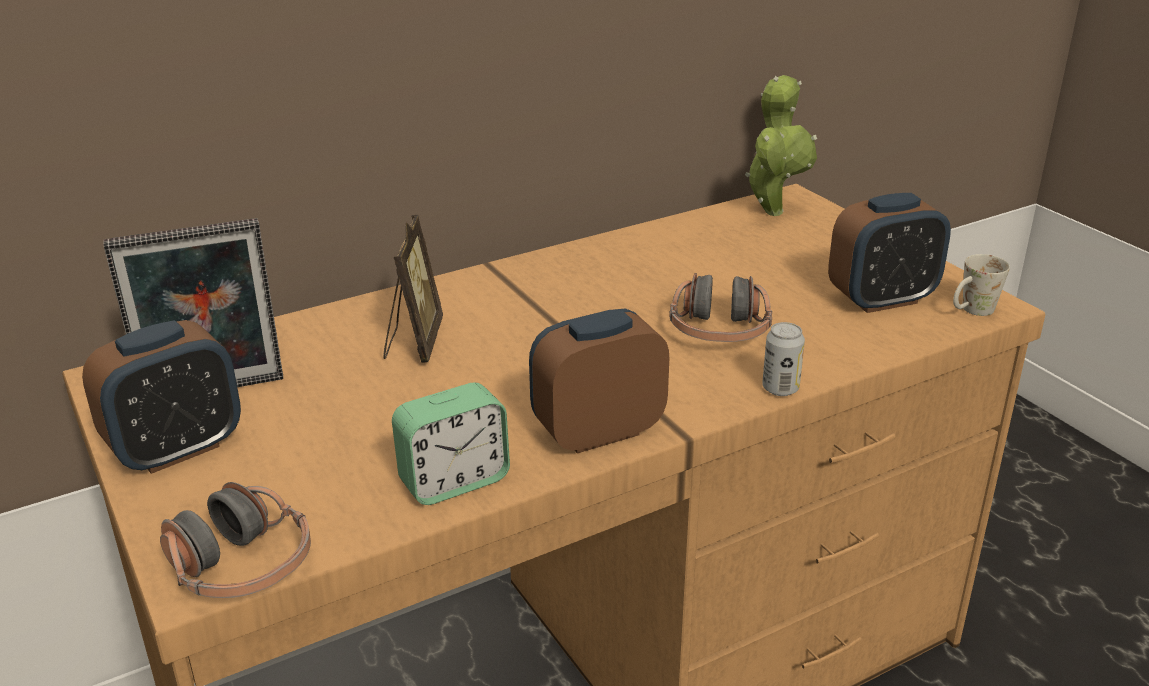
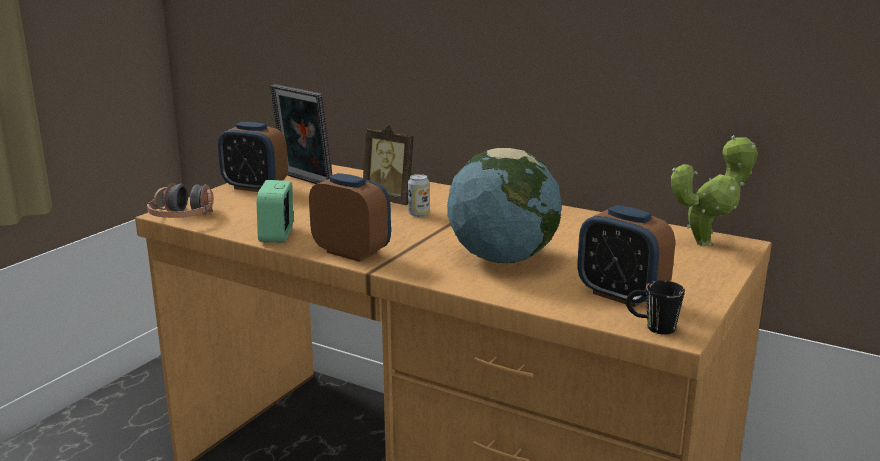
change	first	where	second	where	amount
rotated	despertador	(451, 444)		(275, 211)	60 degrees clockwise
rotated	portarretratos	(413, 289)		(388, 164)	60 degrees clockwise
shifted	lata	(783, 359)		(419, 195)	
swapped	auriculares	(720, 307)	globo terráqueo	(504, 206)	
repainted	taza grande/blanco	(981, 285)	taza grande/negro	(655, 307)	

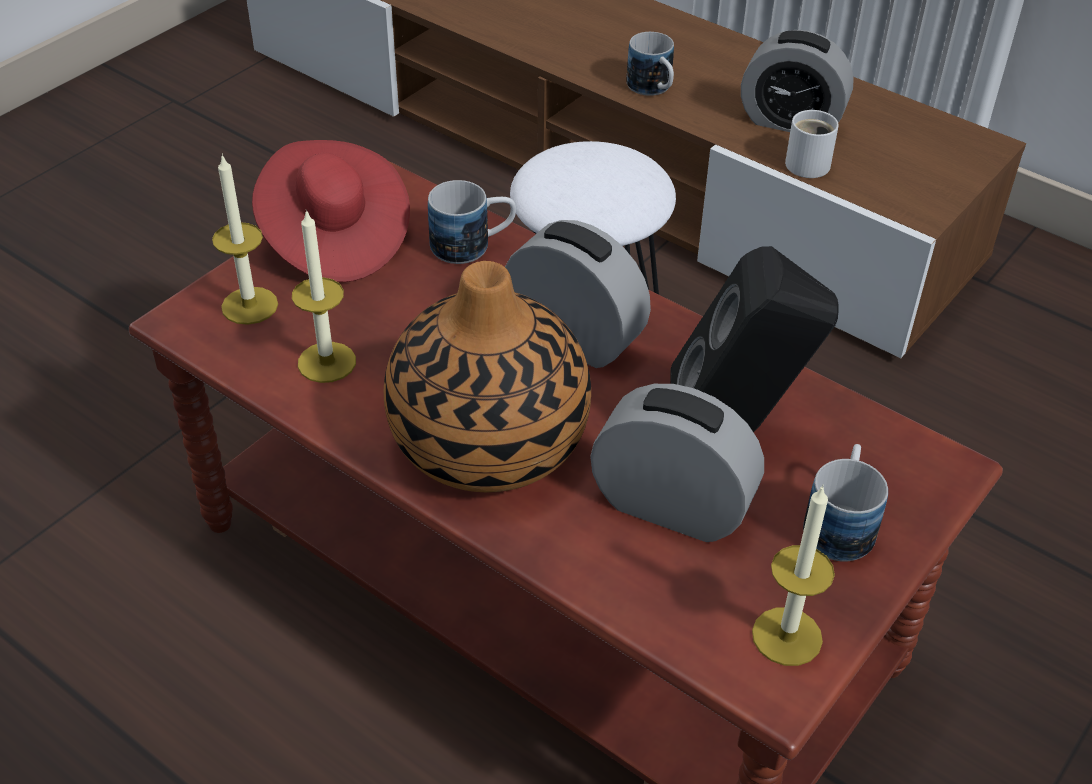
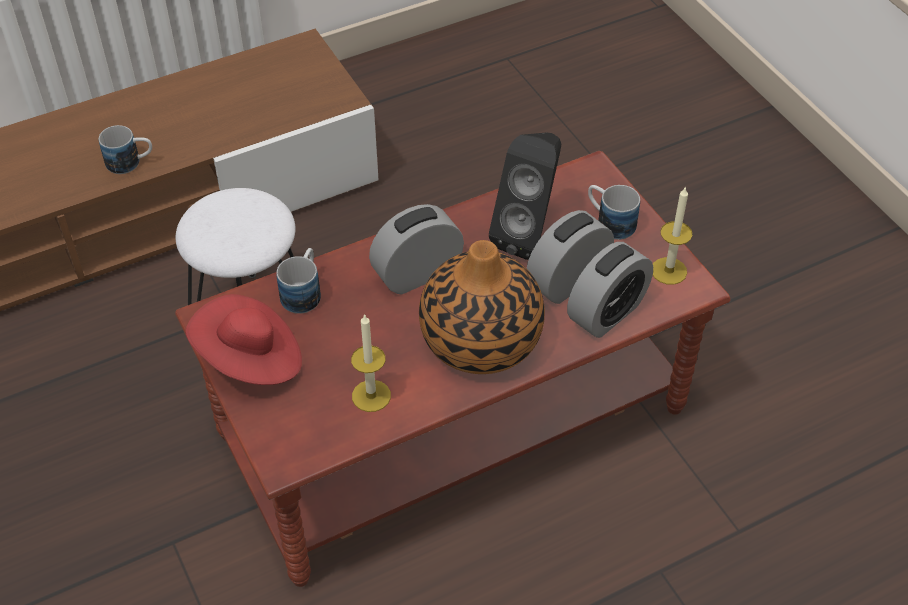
change	first	where	second	where	amount
shifted	despertador	(797, 81)		(610, 290)	
gone	vela	(245, 239)			
gone	taza grande/blanco	(812, 144)			

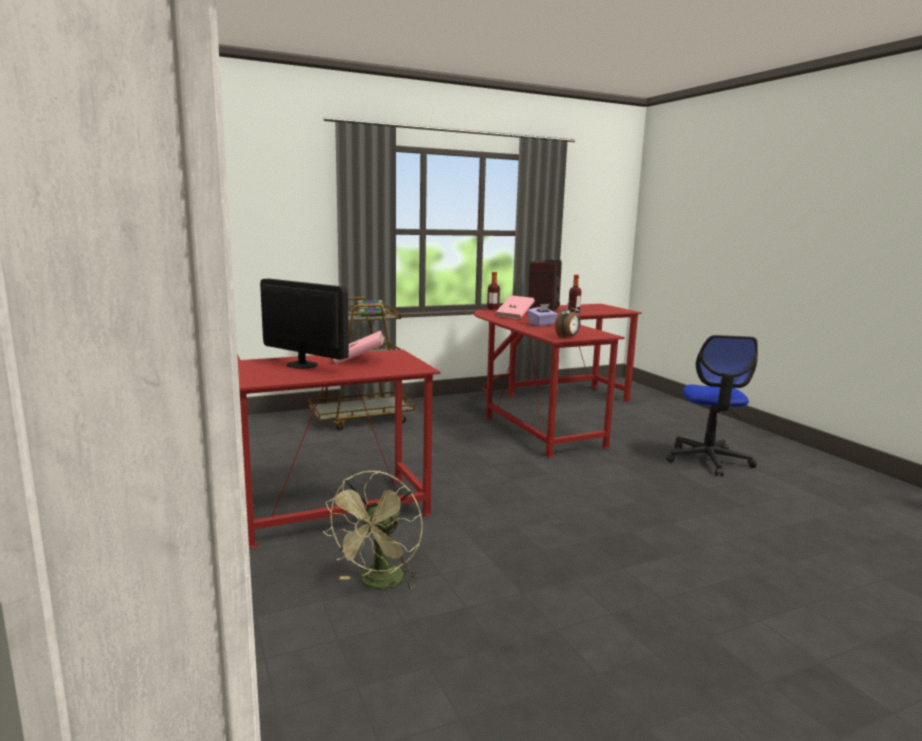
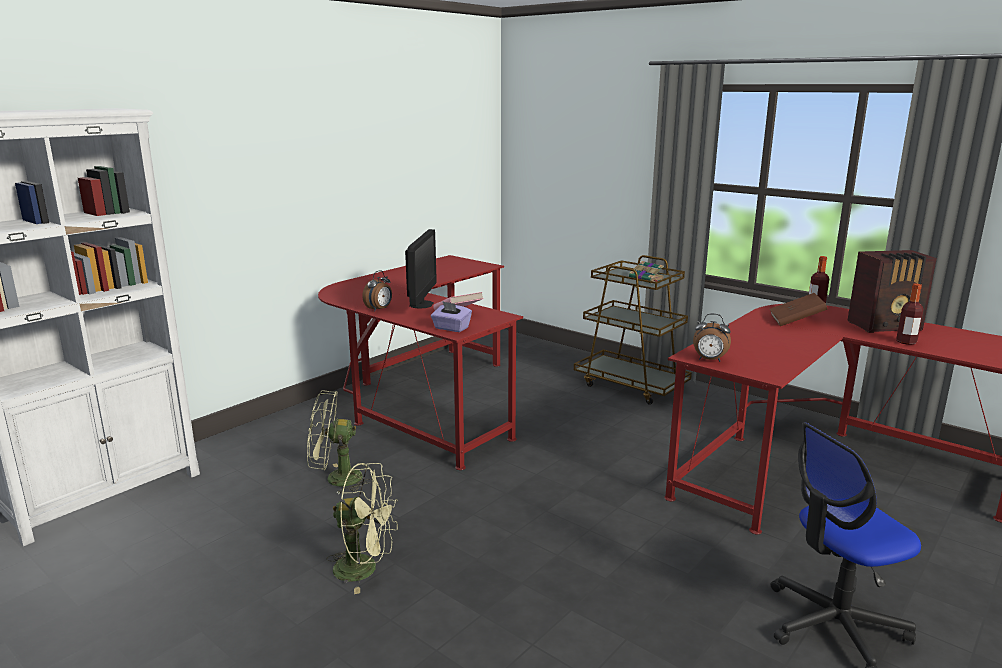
change	first	where	second	where	amount
new			ventilador/verde	(362, 528)	
new			despertador	(377, 291)	
shifted	caja de pañuelos/morado	(542, 315)		(451, 316)	
repainted	libro/rosa	(515, 307)	libro/marrón	(798, 309)	

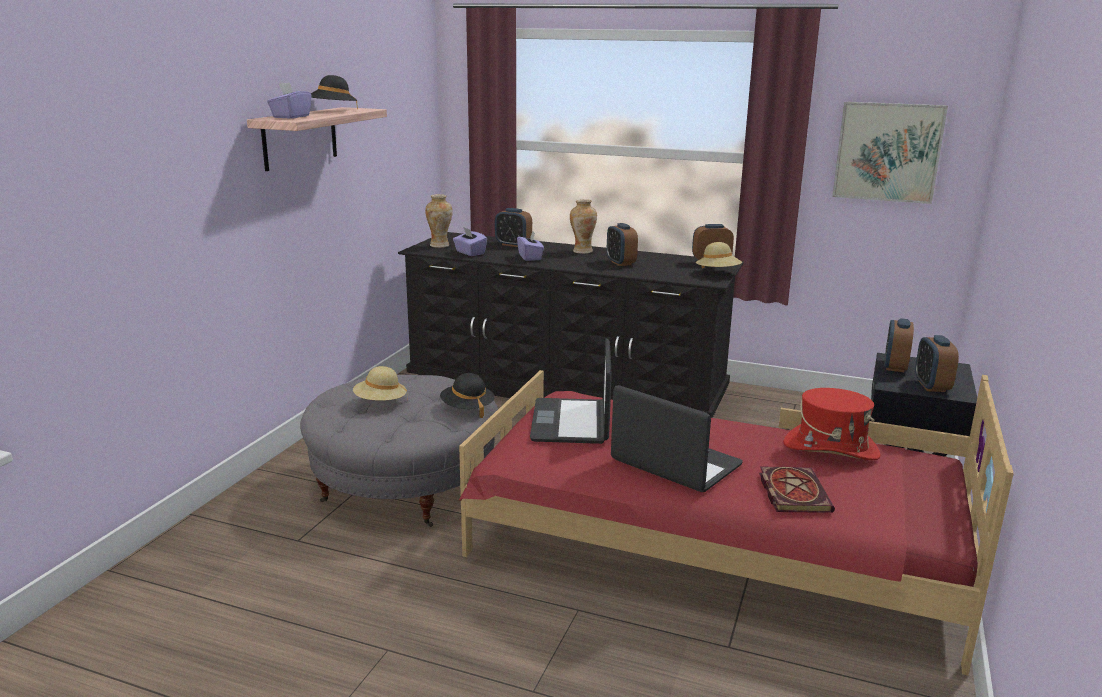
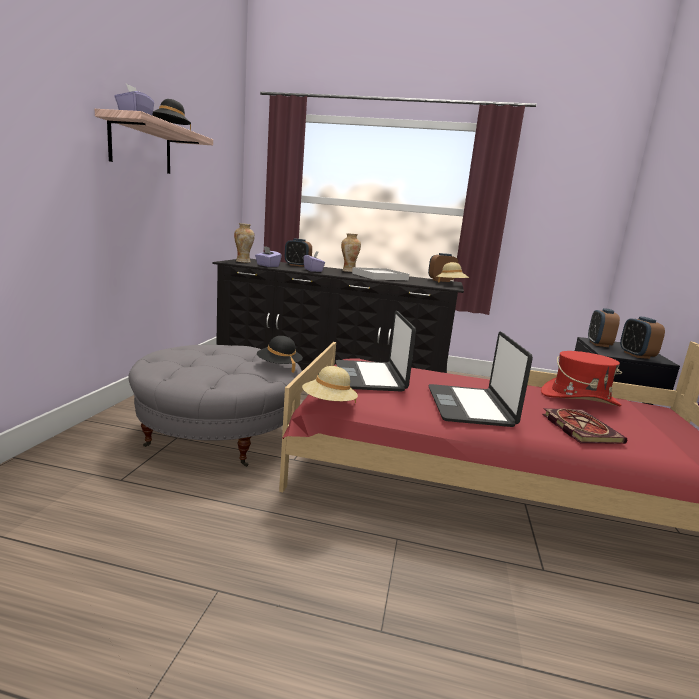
change	first	where	second	where	amount
shifted	sombrero/beis	(380, 383)		(330, 384)	
swapped	despertador	(622, 244)	bandeja/blanco	(380, 273)	
rotated	portátil	(677, 438)		(480, 379)	120 degrees counterclockwise
gone	cuadro	(890, 153)			

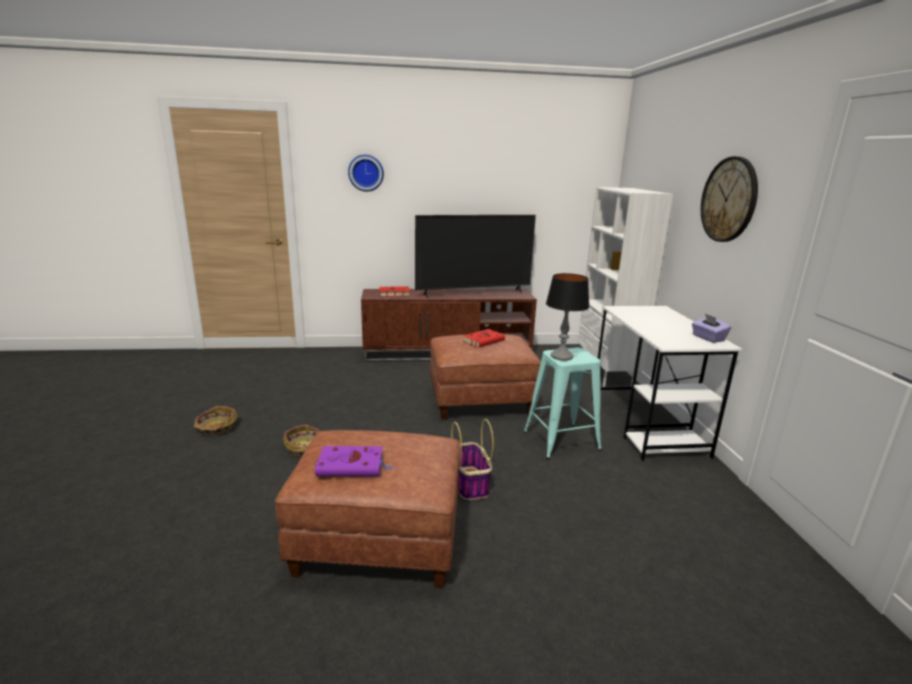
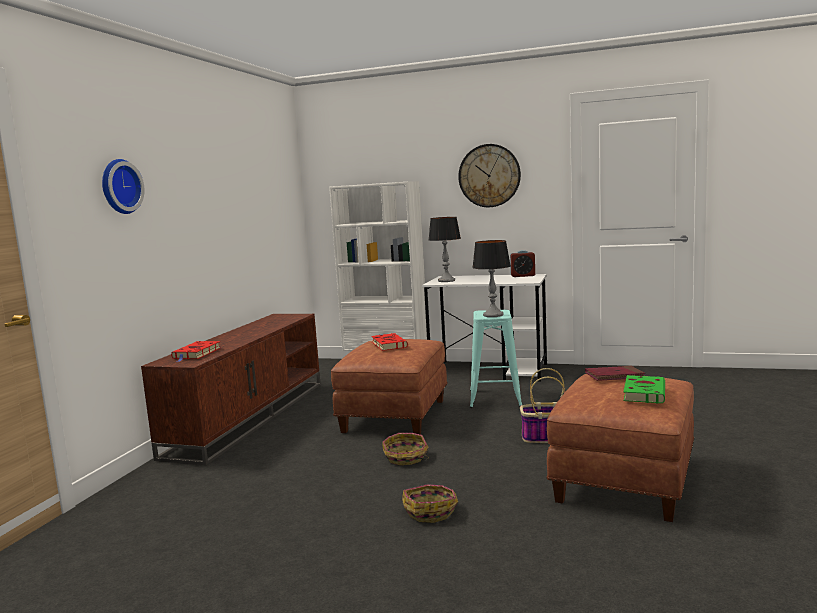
change	first	where	second	where	amount
shifted	cesta	(216, 421)		(405, 449)	
new			lámpara de mesa	(445, 249)	
swapped	caja de pañuelos/morado	(711, 328)	despertador	(522, 263)	
new			libro/rojo	(615, 373)	
repainted	libro/morado	(354, 461)	libro/verde	(644, 389)	
gone	televisor	(475, 256)			

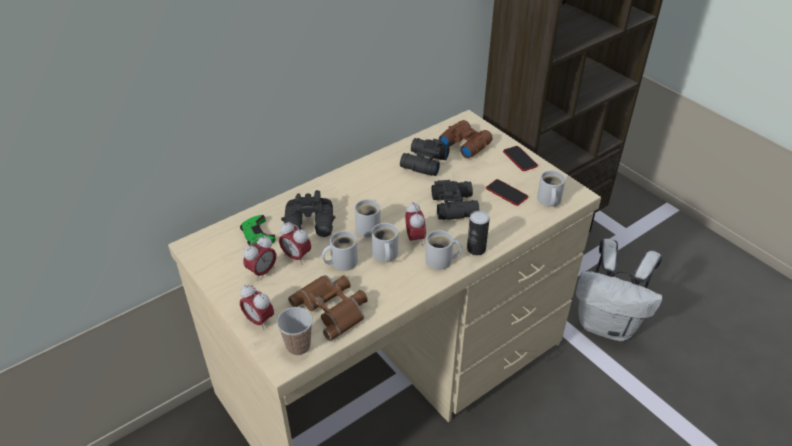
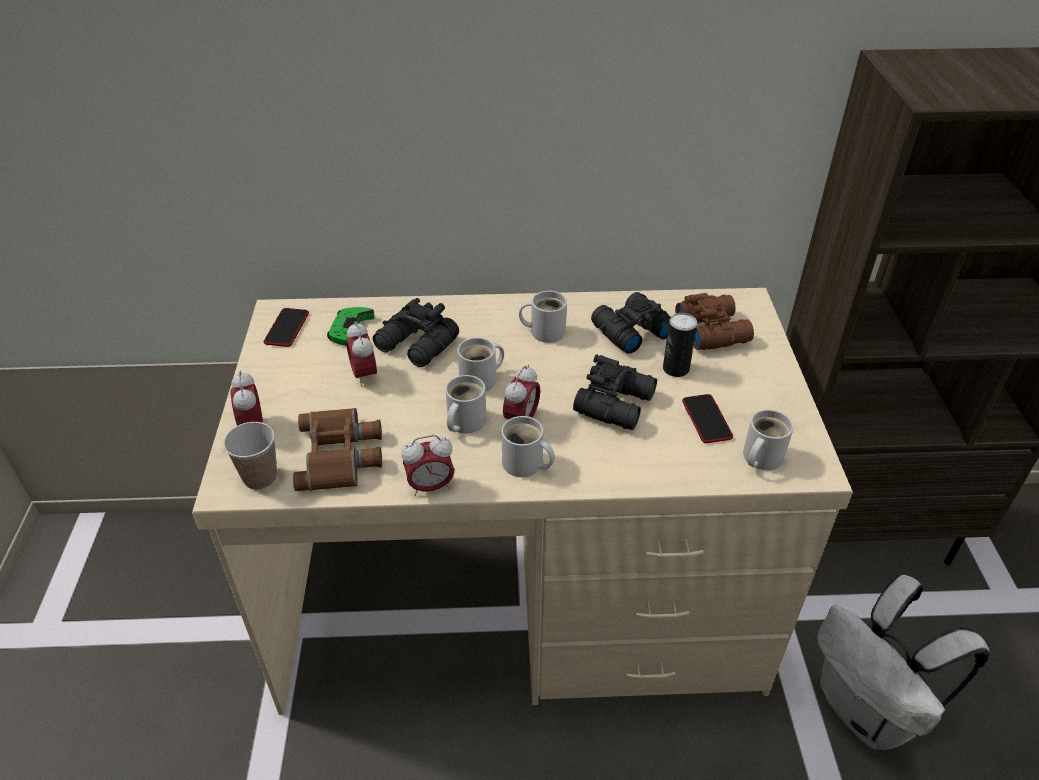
change	first	where	second	where	amount
shifted	móvil	(520, 158)		(286, 327)	
shifted	despertador	(260, 258)		(428, 465)	
shifted	taza grande/blanco	(340, 251)		(543, 317)	
shifted	lata	(478, 233)		(680, 345)	

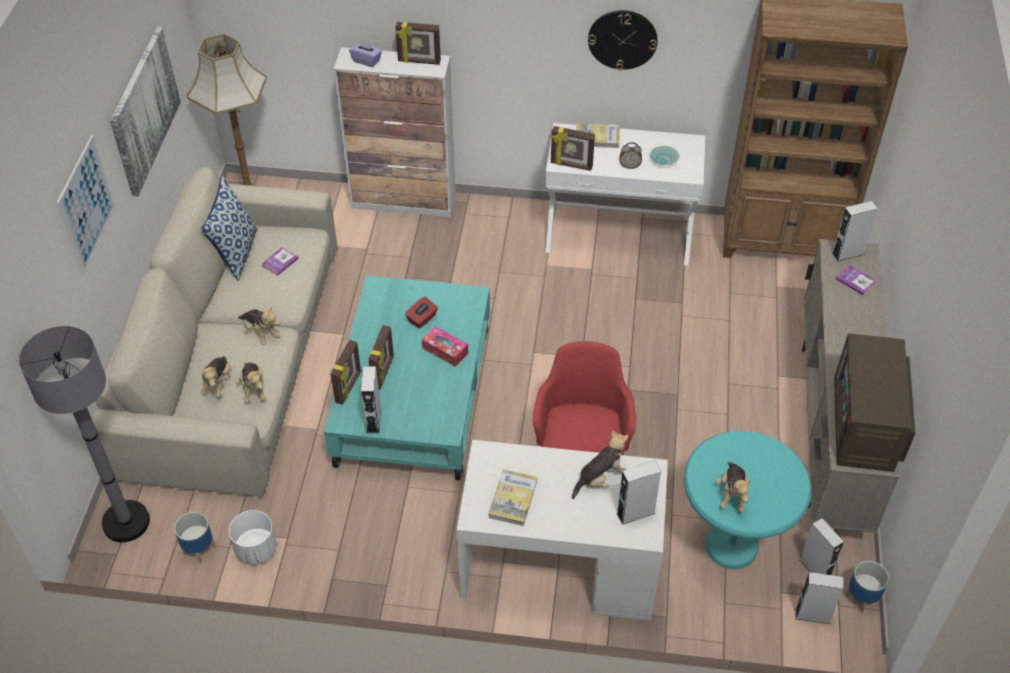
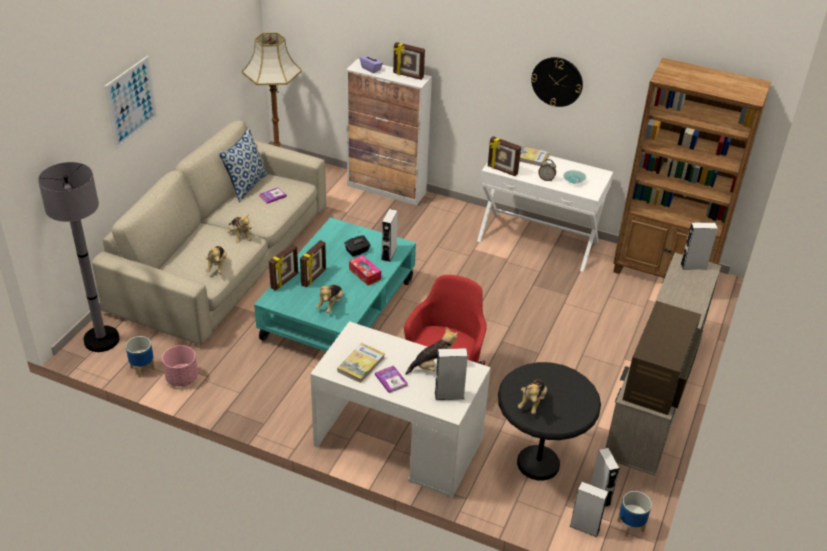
change	first	where	second	where	amount
repainted	maceta/blanco	(253, 537)	maceta/rosa	(180, 365)	
shifted	peluche	(216, 377)		(329, 298)	
repainted	caja de pañuelos/rojo	(421, 313)	caja de pañuelos/negro	(357, 246)	
shifted	libro	(856, 279)		(391, 379)	
shifted	altavoz/gris	(371, 399)		(390, 235)	
repainted	mesa auxiliar/turquesa	(748, 500)	mesa auxiliar/negro	(549, 421)	
gone	cuadro	(145, 112)			

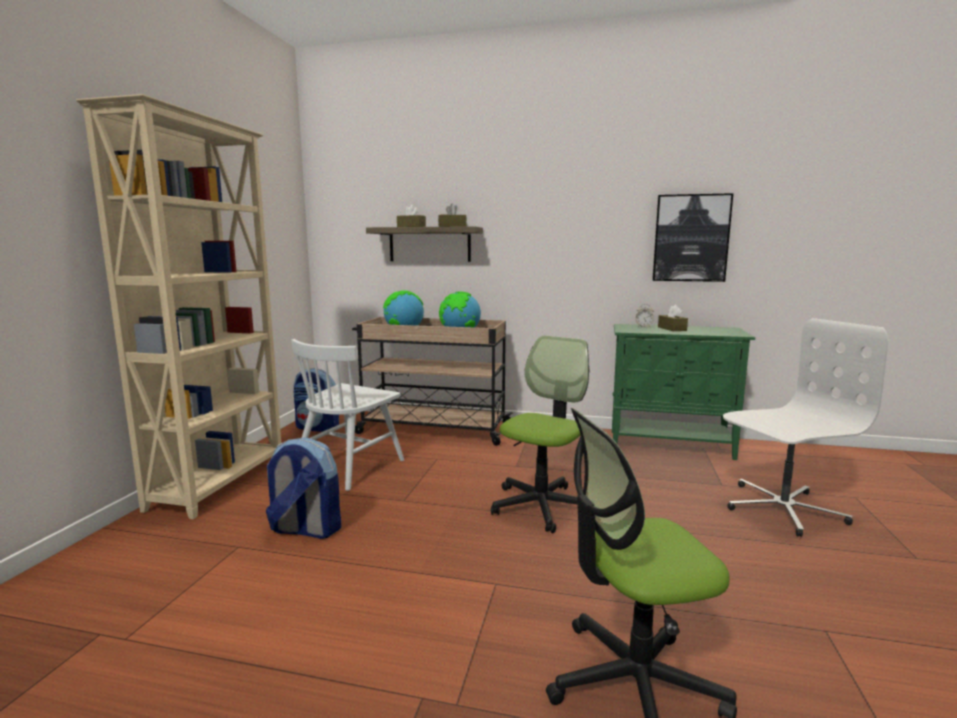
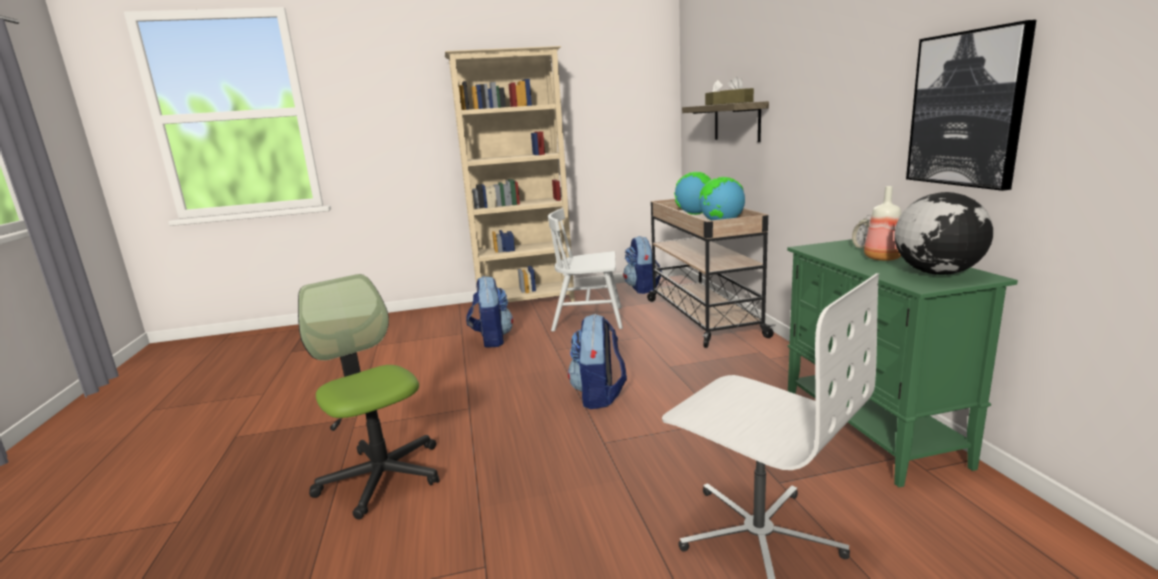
change	first	where	second	where	amount
swapped	silla de oficina	(540, 434)	mochila	(597, 361)	
swapped	caja de pañuelos/marrón	(673, 318)	botella	(882, 223)	
new			globo terráqueo	(943, 233)	

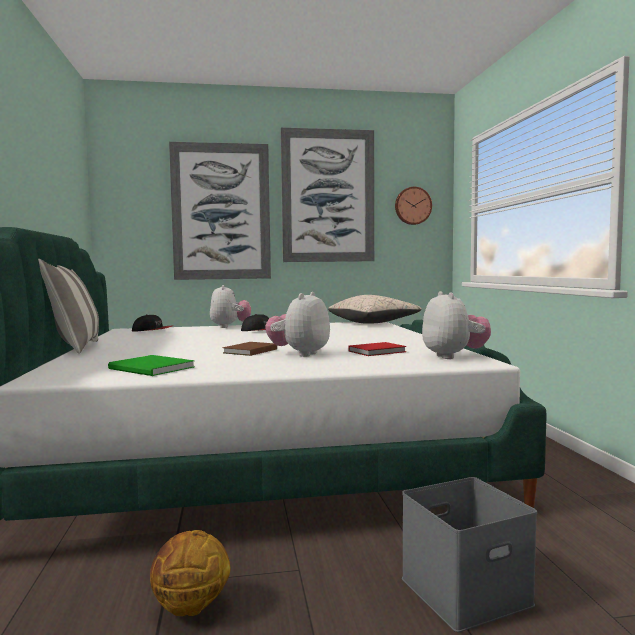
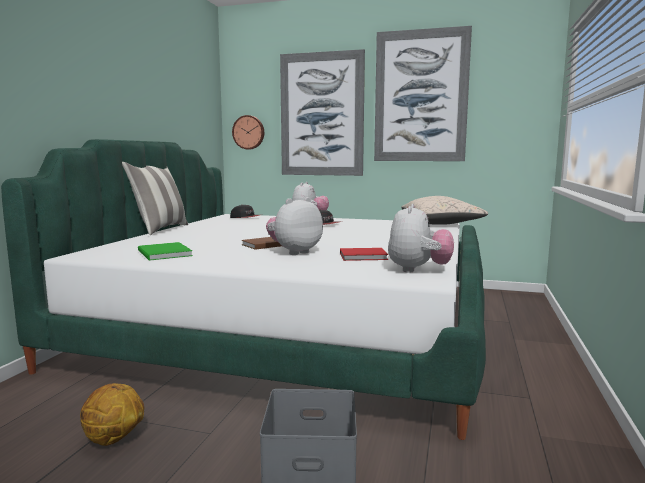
change	first	where	second	where	amount
shifted	reloj de pared	(413, 206)		(248, 132)	

